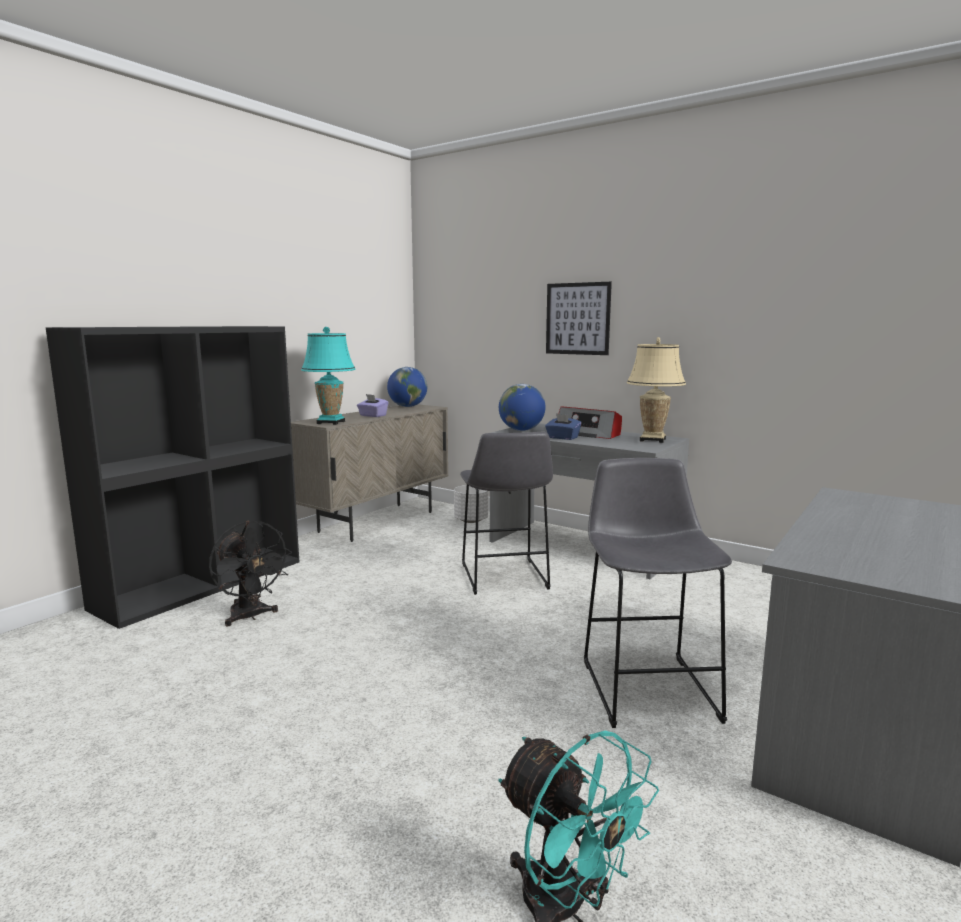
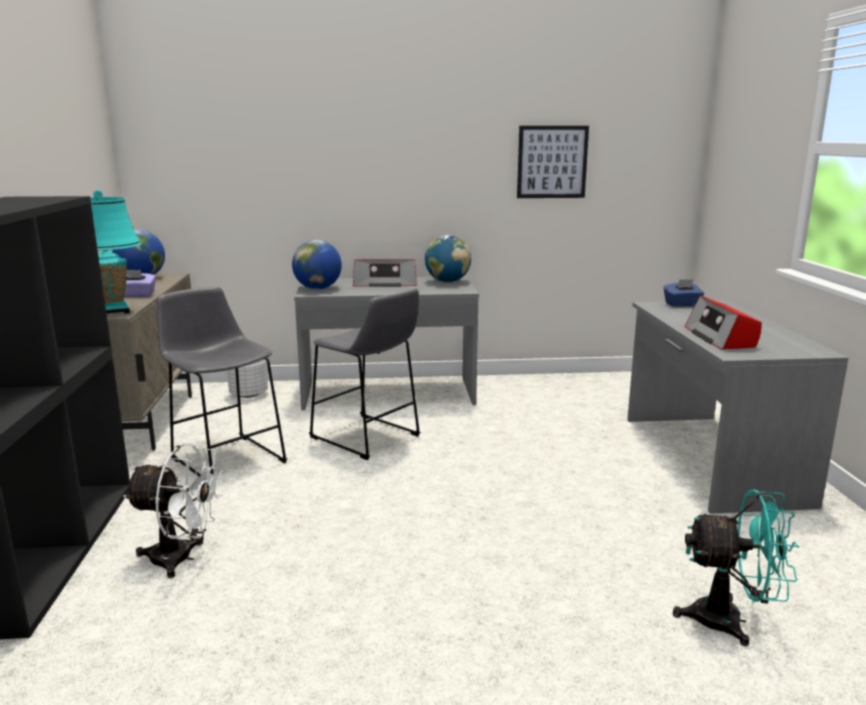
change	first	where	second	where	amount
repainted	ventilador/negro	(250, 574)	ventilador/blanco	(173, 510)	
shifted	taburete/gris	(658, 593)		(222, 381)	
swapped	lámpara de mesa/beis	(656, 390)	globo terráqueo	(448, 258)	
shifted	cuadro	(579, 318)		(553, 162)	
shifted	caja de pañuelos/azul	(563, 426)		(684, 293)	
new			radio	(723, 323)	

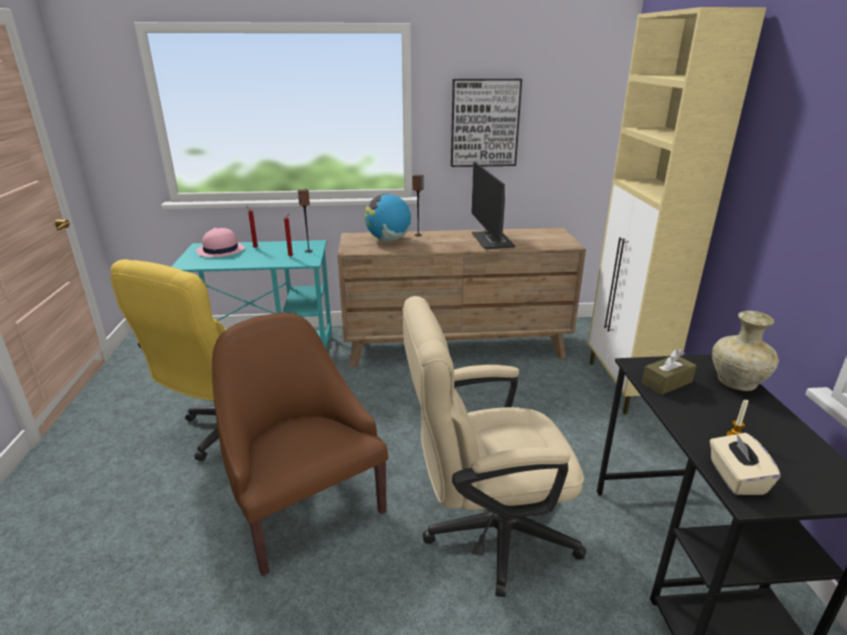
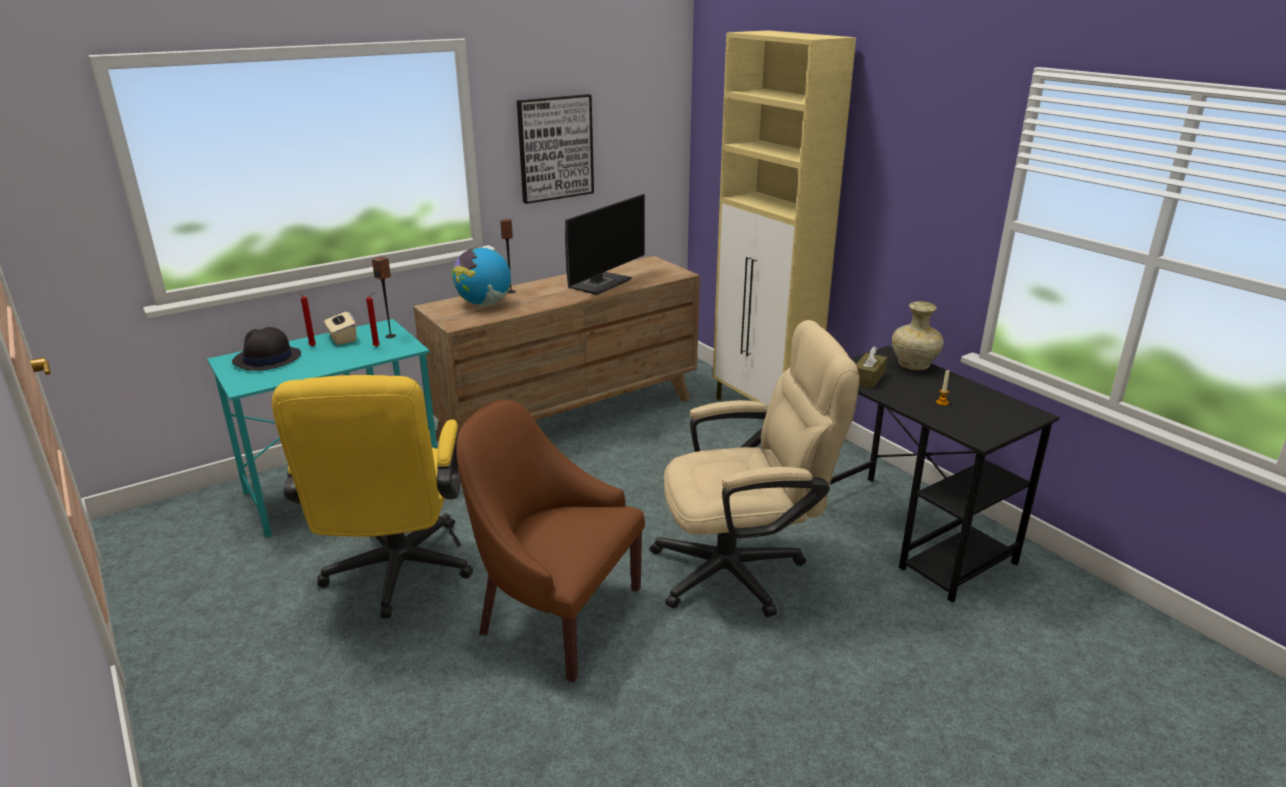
change	first	where	second	where	amount
repainted	sombrero/rosa	(220, 242)	sombrero/negro	(266, 349)	
shifted	caja de pañuelos/beis	(745, 463)		(340, 327)	
rotated	monitor	(493, 205)		(605, 244)	105 degrees counterclockwise
rotated	silla de oficina/beis	(494, 446)		(754, 468)	150 degrees counterclockwise

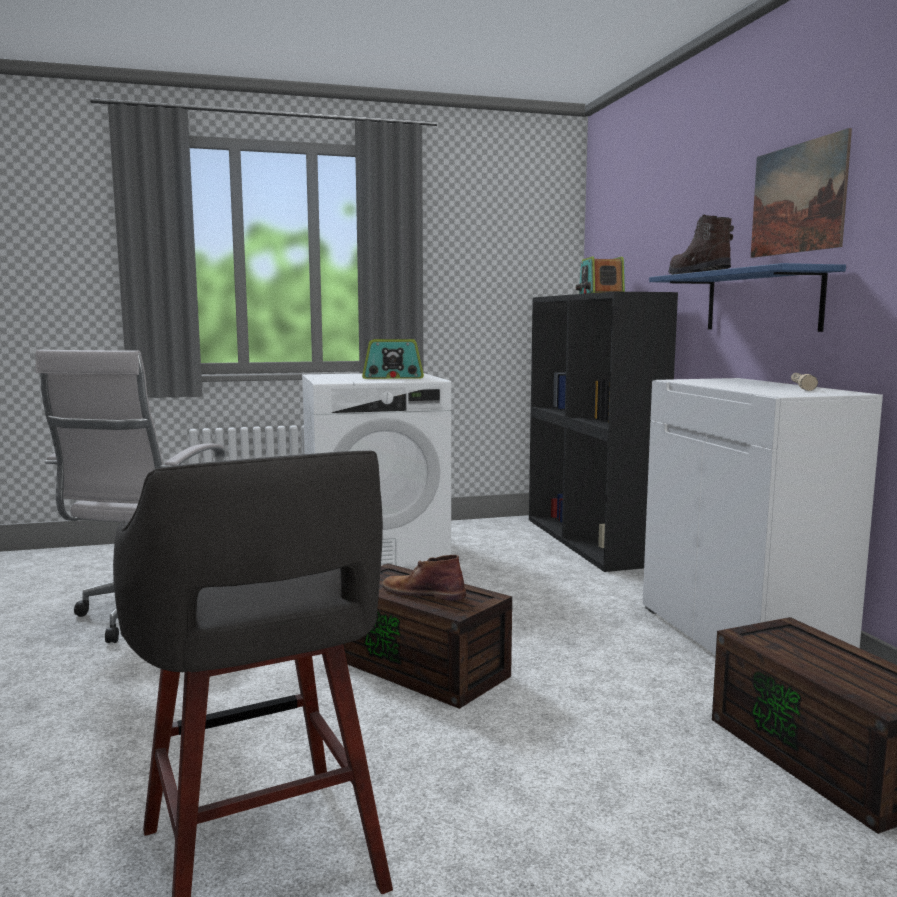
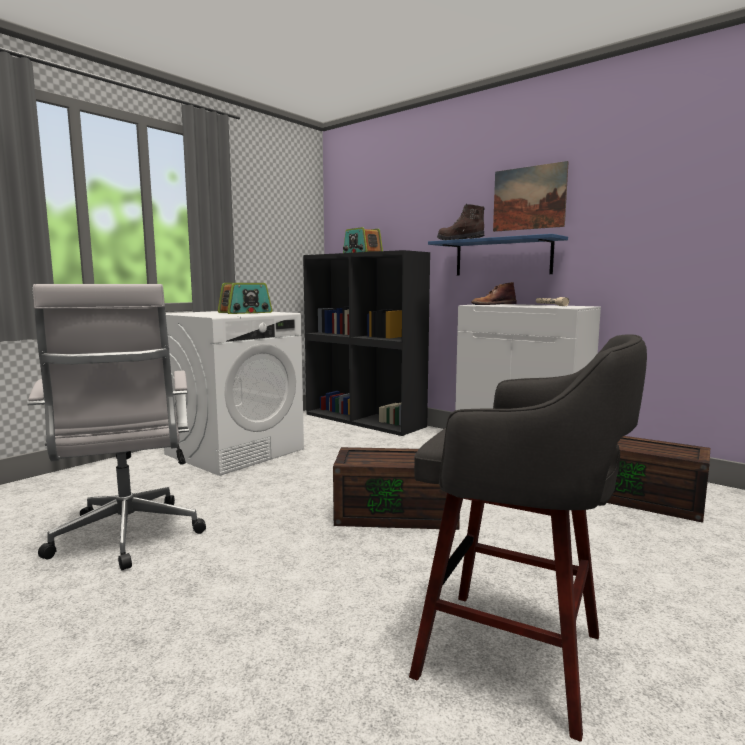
change	first	where	second	where	amount
shifted	bota/marrón	(424, 578)		(493, 293)	

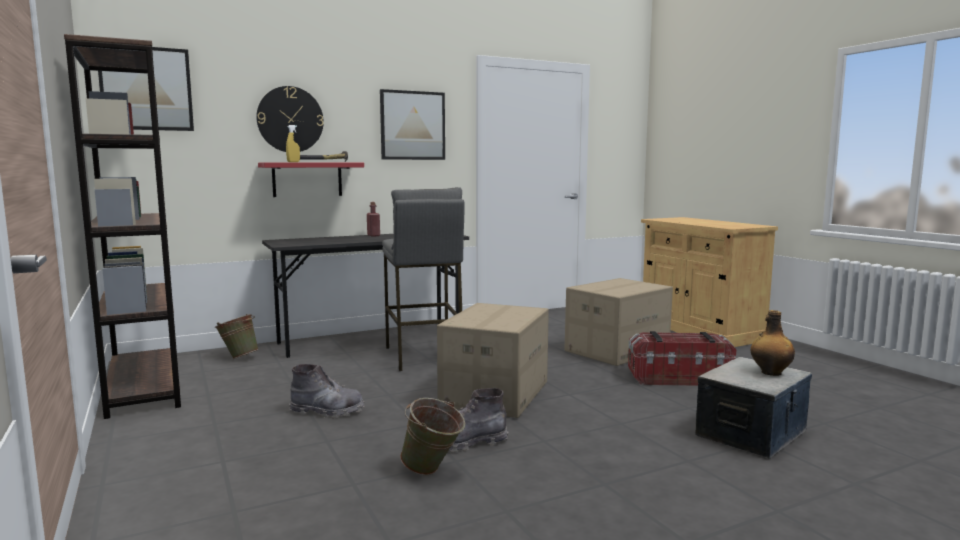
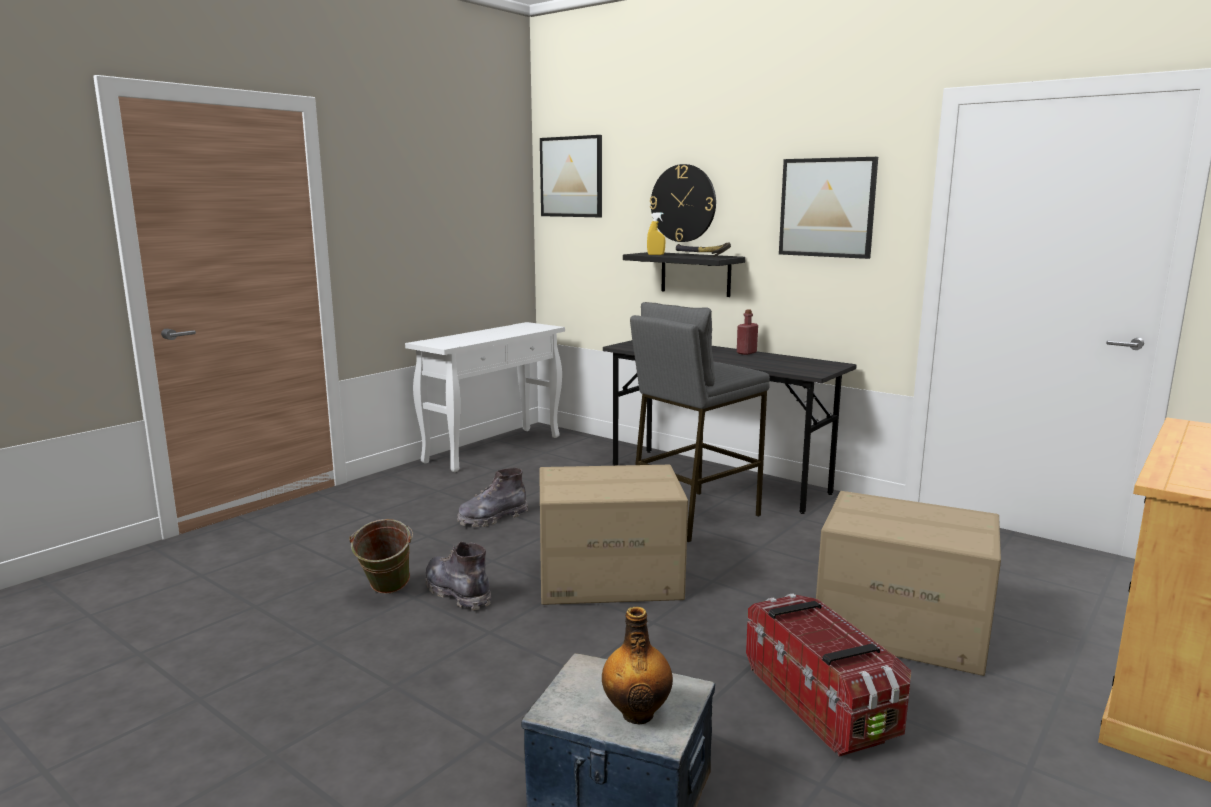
change	first	where	second	where	amount
swapped	estantería/marrón	(122, 226)	mesa consola/blanco	(485, 397)	
rotated	bota/gris	(326, 391)		(492, 497)	75 degrees clockwise
repainted	estante/rojo	(311, 179)	estante/negro	(684, 274)	
gone	cubo/verde	(237, 336)			

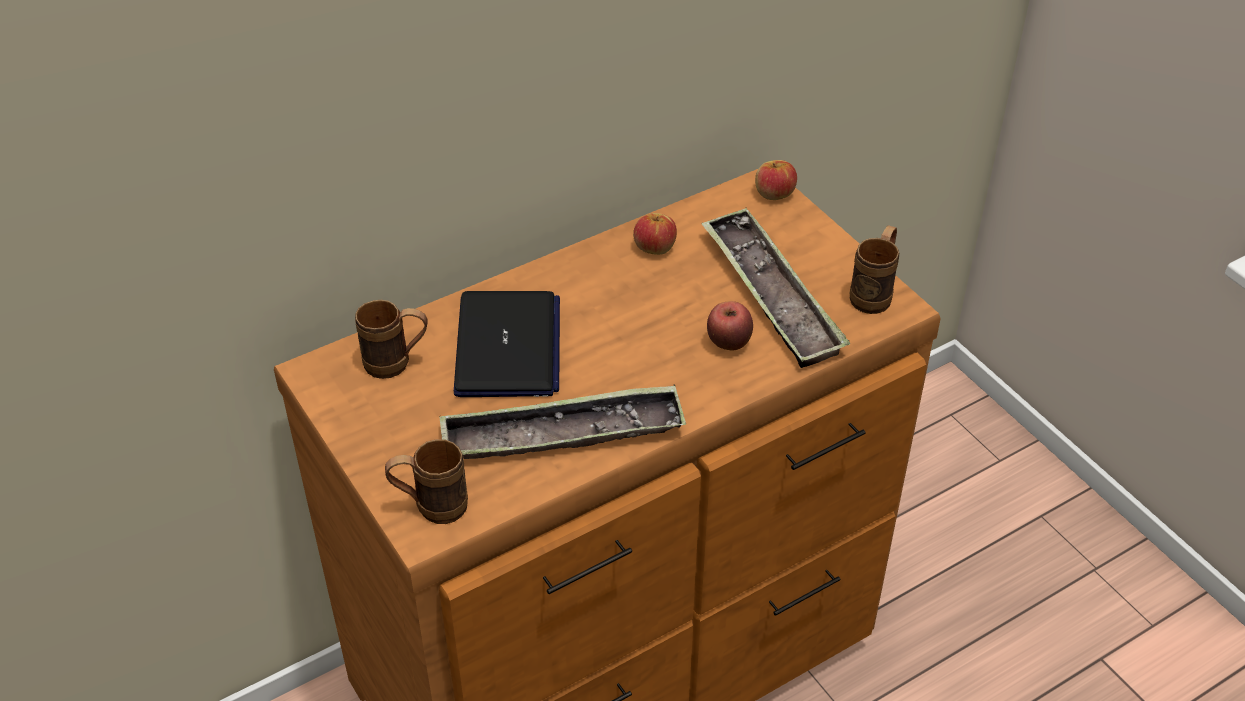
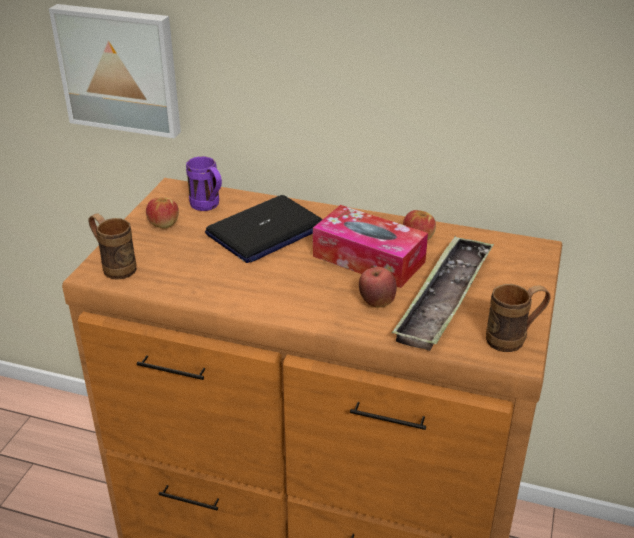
change	first	where	second	where	amount
new			cuadro	(115, 71)	
shifted	manzana	(776, 180)		(162, 212)	
repainted	taza grande/marrón	(391, 339)	taza grande/morado	(204, 183)	
new			caja de pañuelos	(370, 246)	
gone	bandeja	(562, 422)			

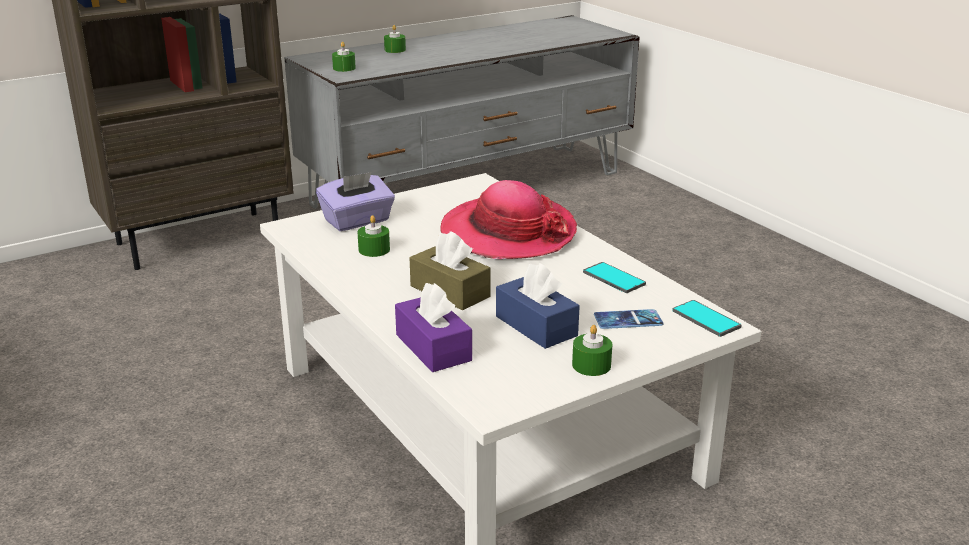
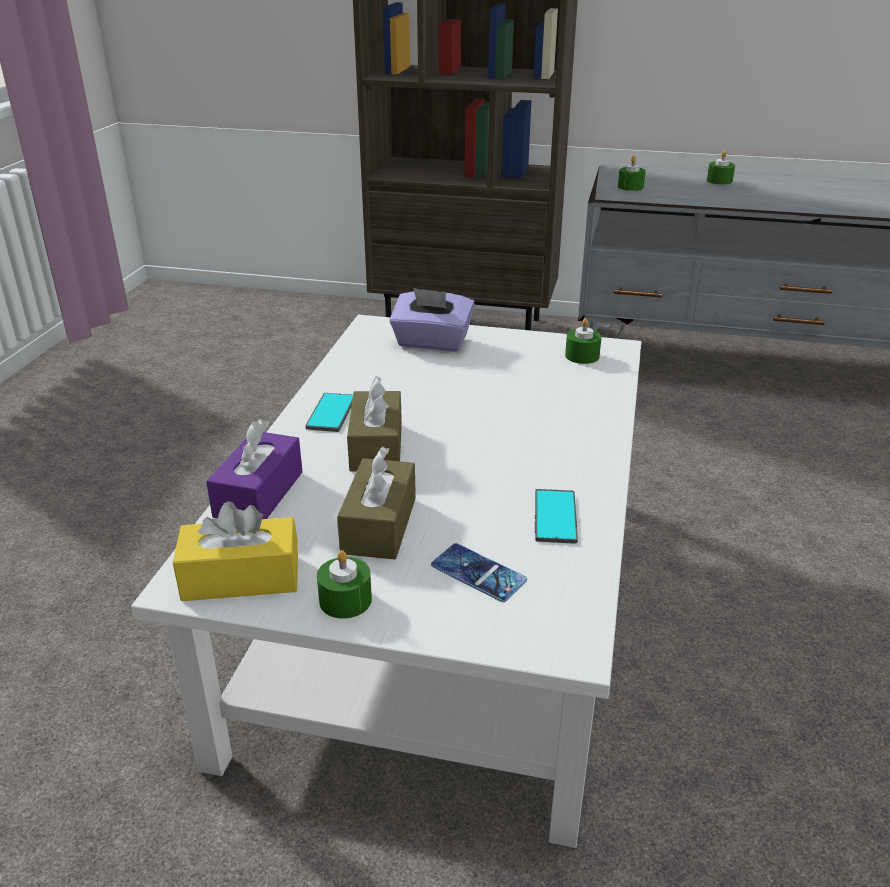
change	first	where	second	where	amount
new			caja de pañuelos/amarillo	(235, 551)	
shifted	móvil	(707, 318)		(329, 412)	
repainted	caja de pañuelos/azul	(538, 306)	caja de pañuelos/marrón	(376, 503)	
shifted	vela/verde	(373, 236)		(583, 341)	
gone	sombrero	(508, 219)			

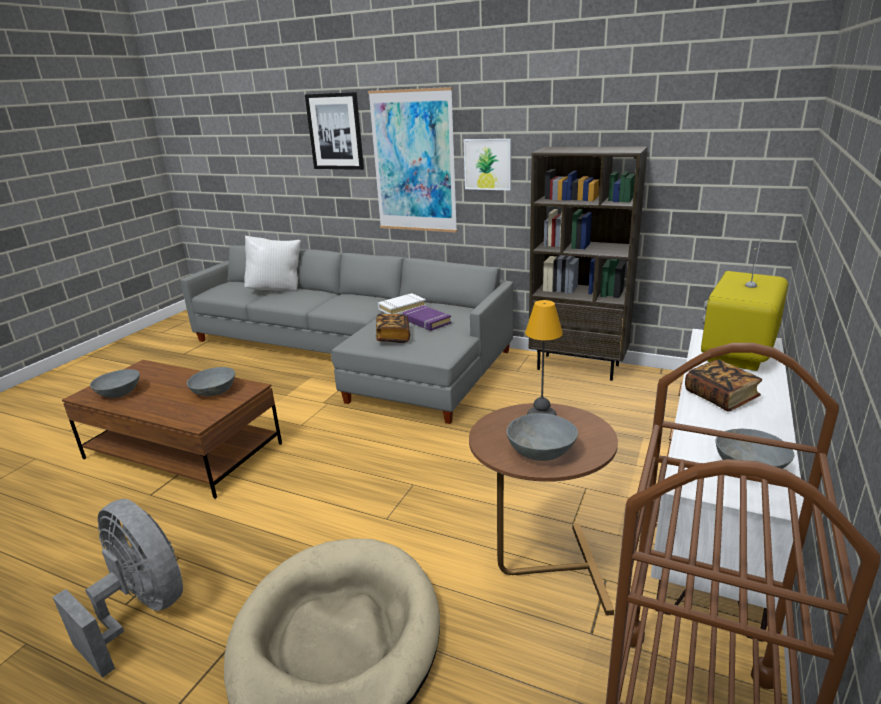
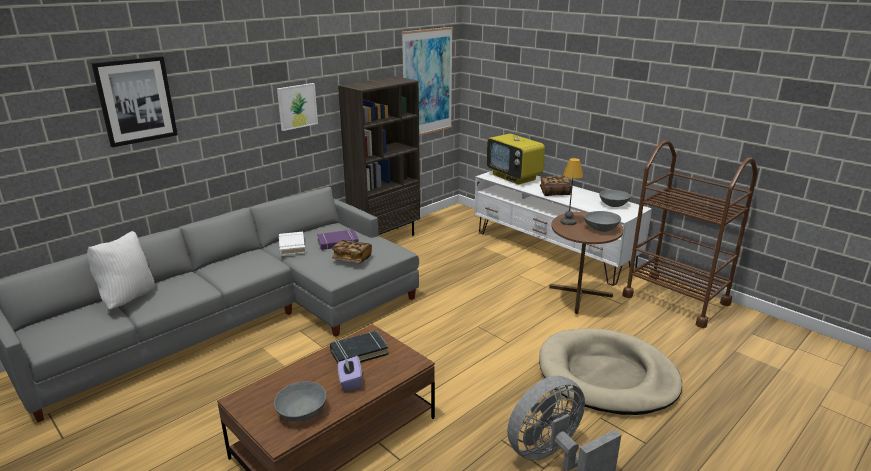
change	first	where	second	where	amount
swapped	cuenco/gris	(211, 381)	libro/negro	(359, 347)	
new			caja de pañuelos/morado	(350, 373)	
shifted	cuadro	(412, 160)		(427, 81)	

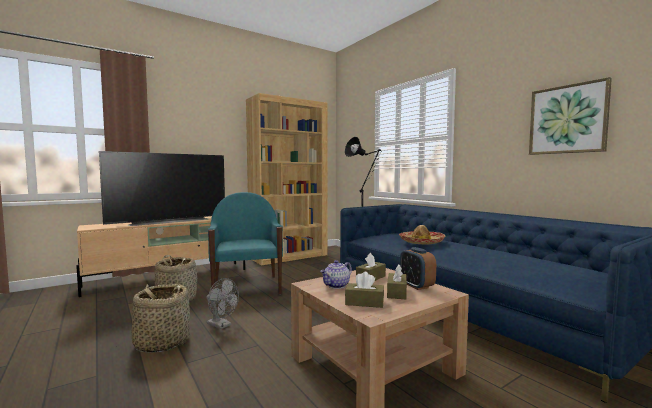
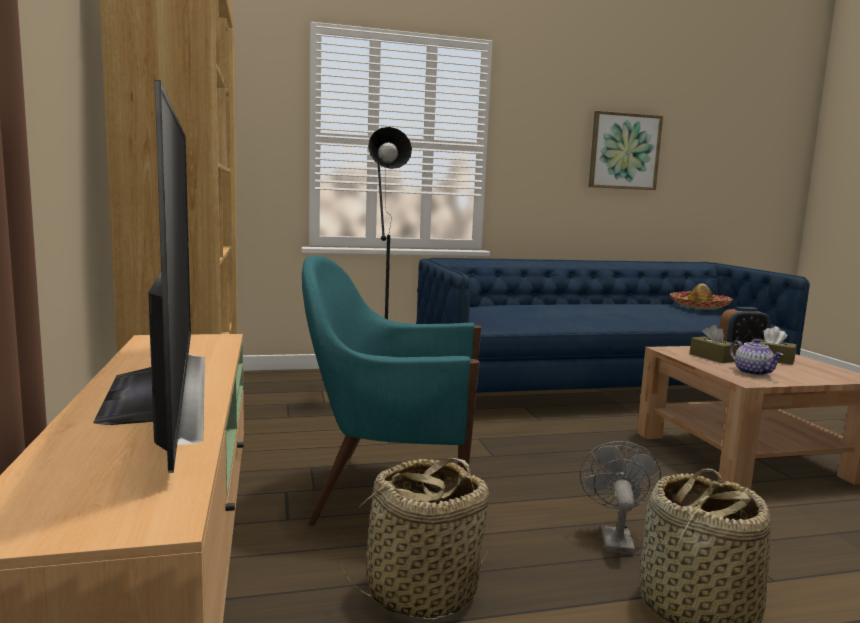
change	first	where	second	where	amount
rotated	ventilador/gris	(222, 303)		(620, 498)	45 degrees counterclockwise
shifted	sombrero	(422, 234)		(702, 296)	
gone	caja de pañuelos/marrón	(364, 290)			

